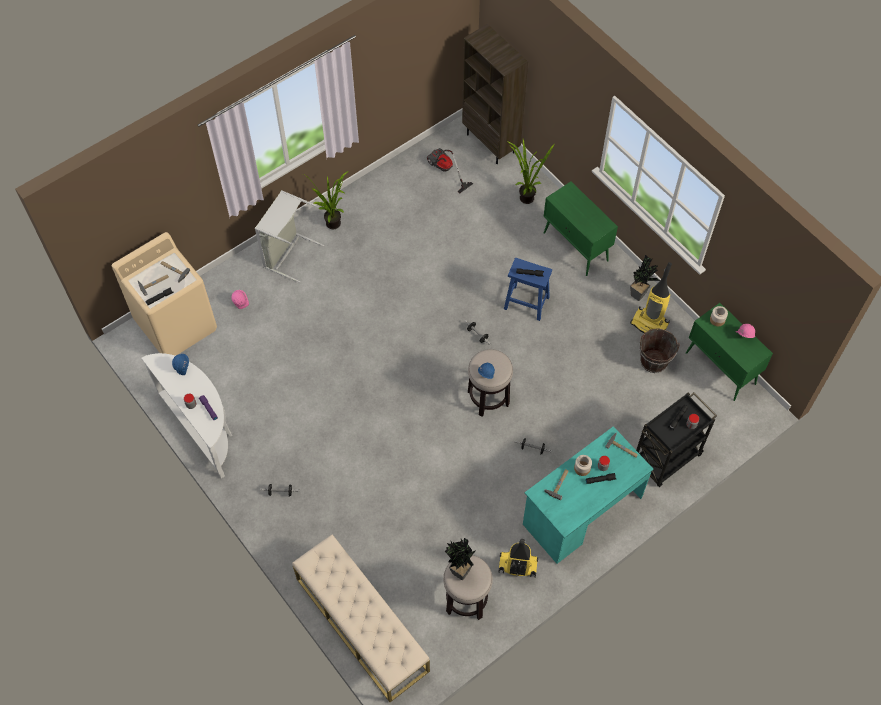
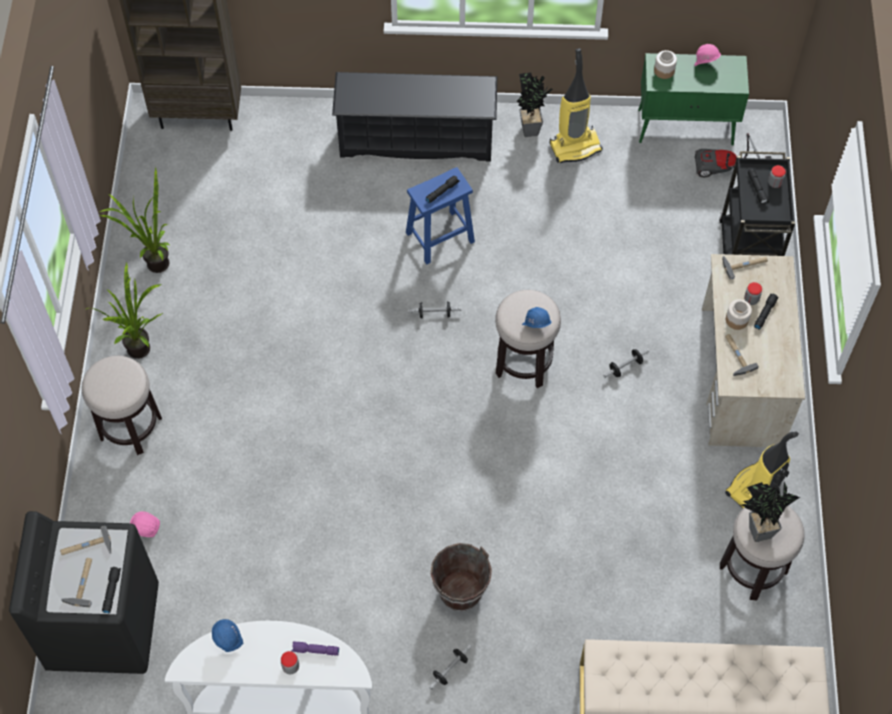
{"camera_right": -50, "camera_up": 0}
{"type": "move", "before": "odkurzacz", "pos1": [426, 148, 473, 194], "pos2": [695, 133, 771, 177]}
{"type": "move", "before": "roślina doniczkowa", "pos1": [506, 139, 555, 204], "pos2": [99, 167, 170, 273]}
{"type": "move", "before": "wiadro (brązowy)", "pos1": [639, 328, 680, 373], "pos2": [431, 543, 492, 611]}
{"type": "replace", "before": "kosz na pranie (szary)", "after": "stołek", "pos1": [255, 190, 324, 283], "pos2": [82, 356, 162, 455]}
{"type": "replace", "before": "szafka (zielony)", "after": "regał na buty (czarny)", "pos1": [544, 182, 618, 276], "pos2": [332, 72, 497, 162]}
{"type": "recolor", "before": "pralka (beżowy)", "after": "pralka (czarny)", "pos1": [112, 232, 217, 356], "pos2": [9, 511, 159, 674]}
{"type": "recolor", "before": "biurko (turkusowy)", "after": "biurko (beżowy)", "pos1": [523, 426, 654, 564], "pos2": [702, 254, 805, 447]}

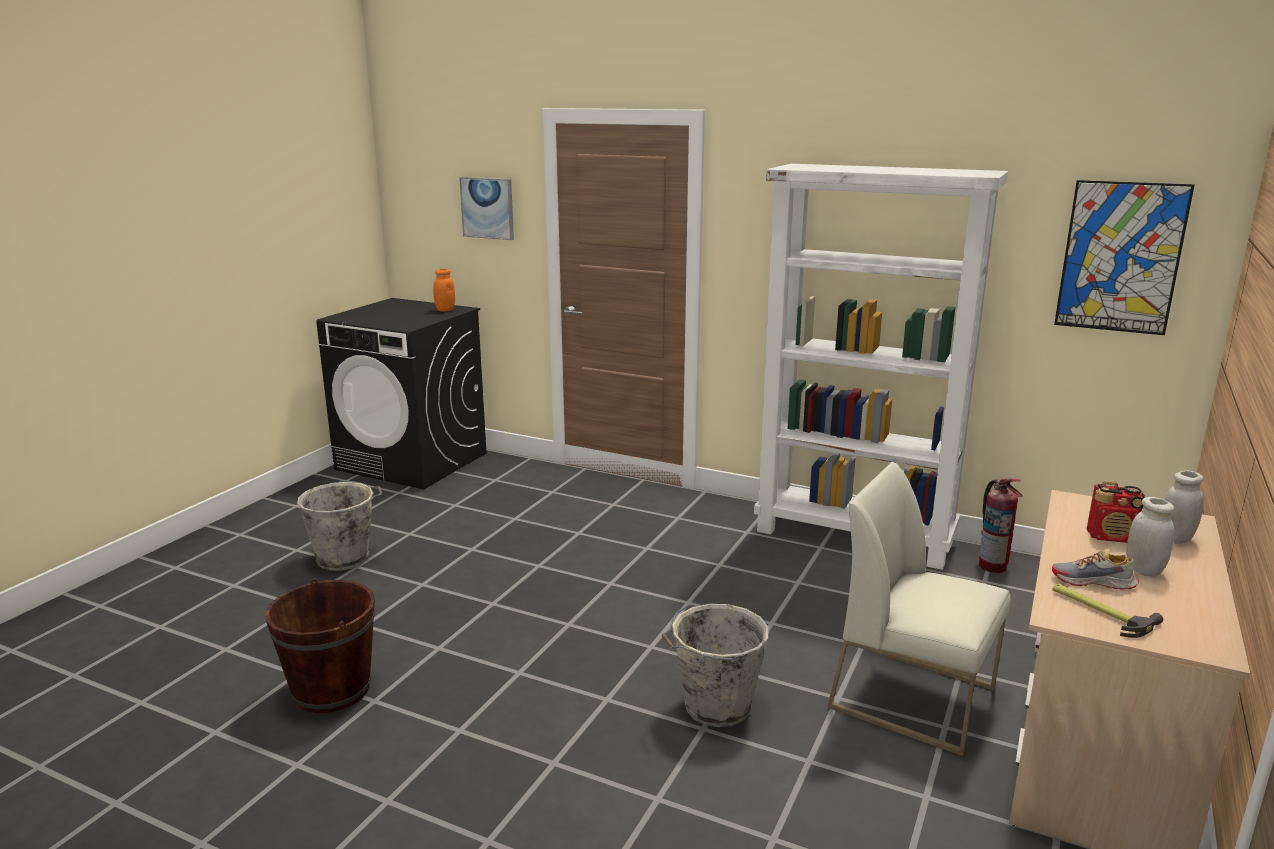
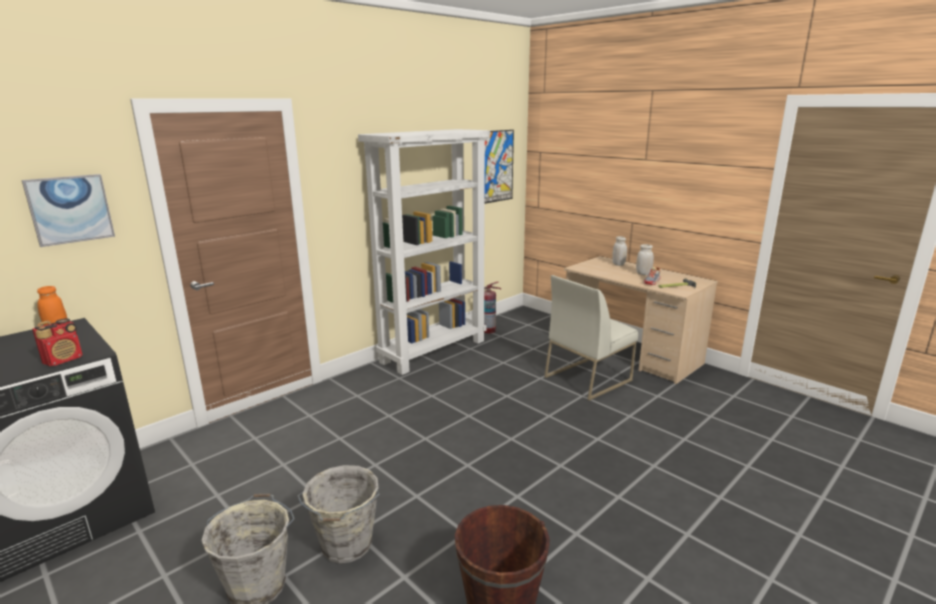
{"camera_right": -70, "camera_up": 0}
{"type": "move", "before": "wiadro (szary)", "pos1": [662, 604, 769, 727], "pos2": [298, 465, 379, 564]}
{"type": "move", "before": "radio", "pos1": [1087, 481, 1145, 543], "pos2": [32, 318, 83, 367]}

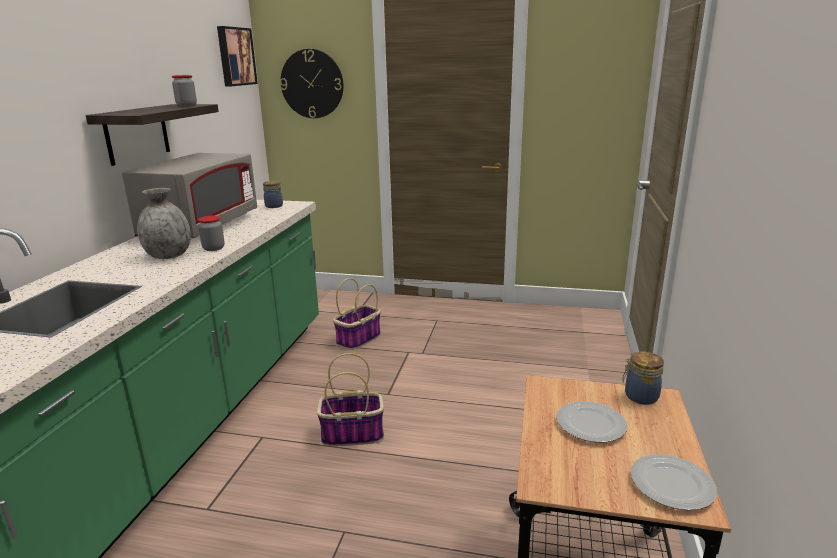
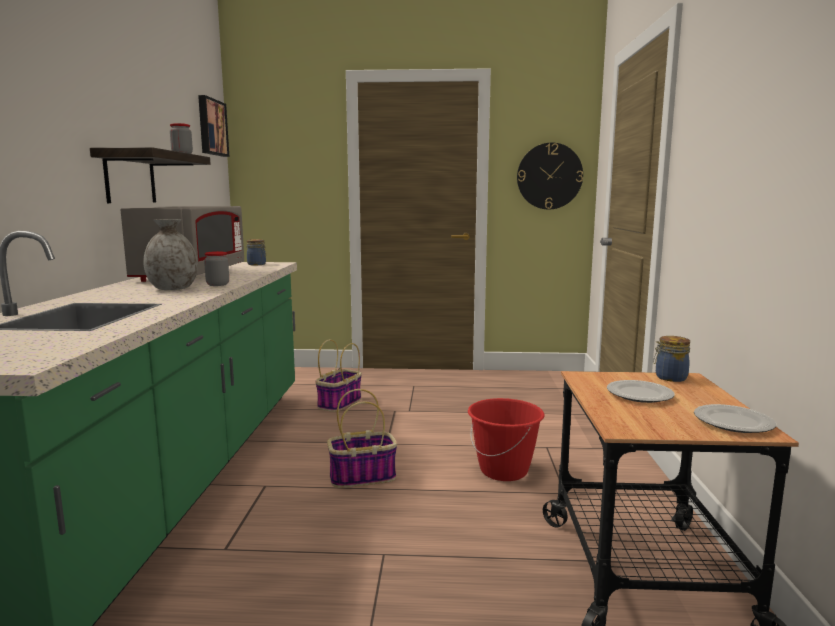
{"camera_right": -10, "camera_up": -10}
{"type": "insert", "after": "wiadro (czerwony)", "pos2": [468, 398, 544, 481]}
{"type": "move", "before": "zegar ścienny", "pos1": [280, 49, 343, 118], "pos2": [517, 143, 583, 209]}

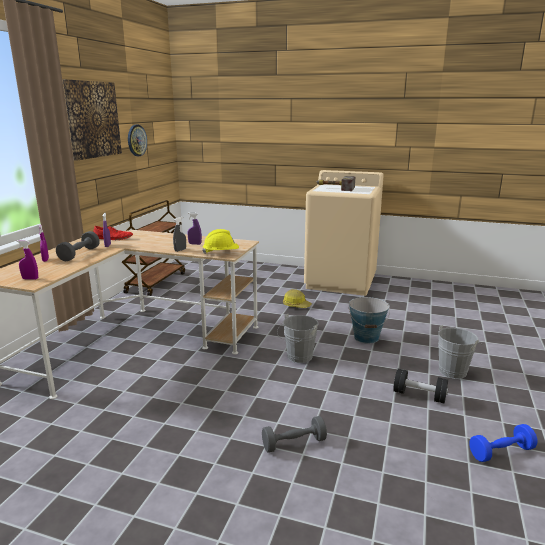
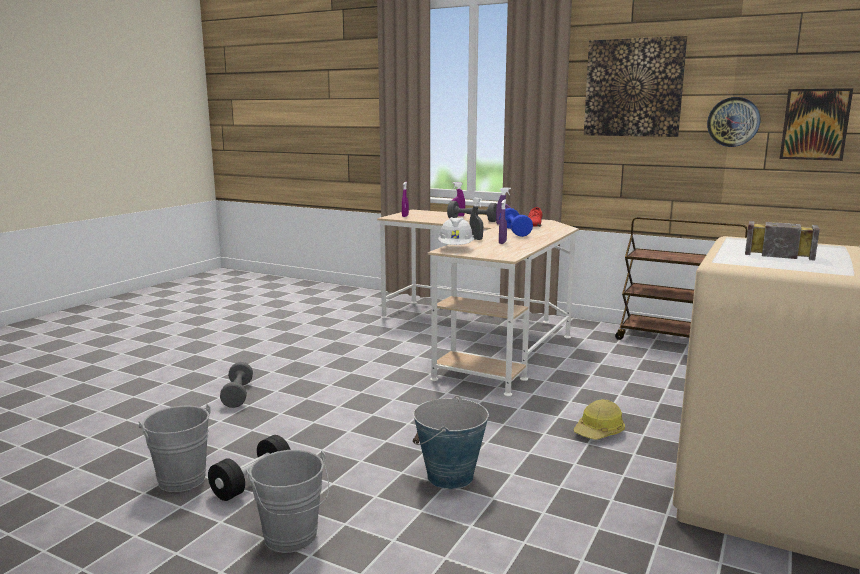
{"camera_right": 100, "camera_up": -5}
{"type": "insert", "after": "obraz", "pos2": [780, 88, 853, 161]}
{"type": "move", "before": "wiadro (szary)", "pos1": [277, 314, 319, 363], "pos2": [139, 404, 211, 492]}
{"type": "move", "before": "hantel (niebieski)", "pos1": [469, 424, 537, 462], "pos2": [499, 208, 533, 237]}
{"type": "recolor", "before": "kask (żółty)", "after": "kask (biały)", "pos1": [203, 229, 239, 254], "pos2": [438, 217, 474, 245]}

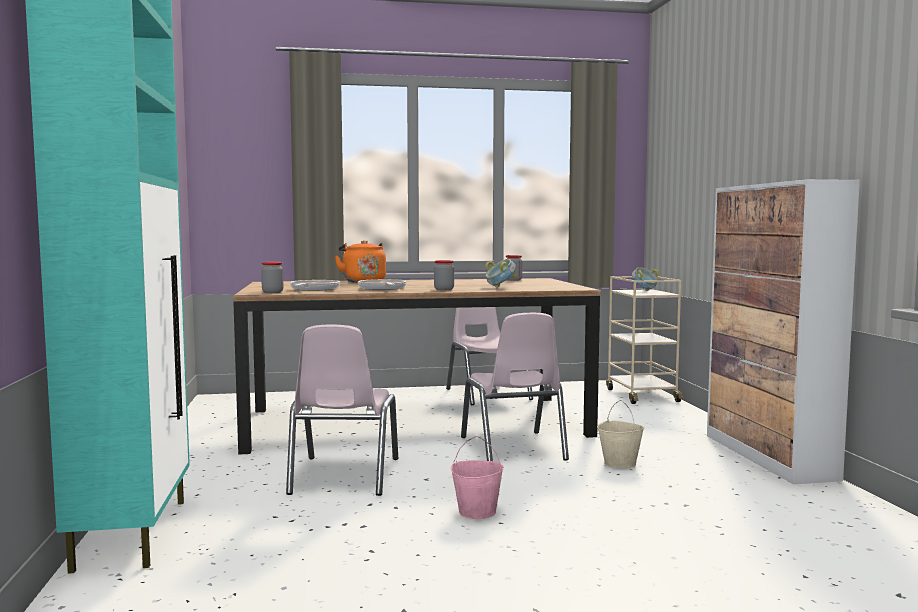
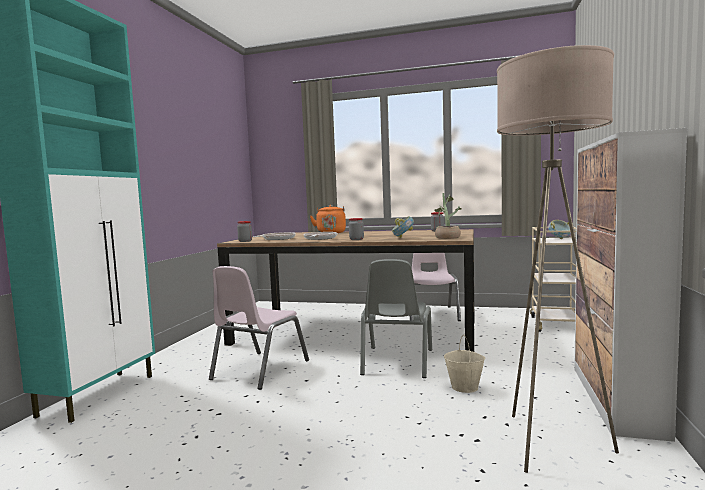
{"camera_right": 25, "camera_up": 0}
{"type": "delete", "before": "wiadro (różowy)", "pos1": [450, 436, 504, 519]}
{"type": "insert", "after": "roślina doniczkowa", "pos2": [434, 193, 462, 239]}
{"type": "insert", "after": "lampa stojąca (beżowy)", "pos2": [497, 45, 619, 473]}
{"type": "recolor", "before": "krzesło (różowy)", "after": "krzesło (szary)", "pos1": [461, 313, 569, 461], "pos2": [360, 259, 432, 378]}

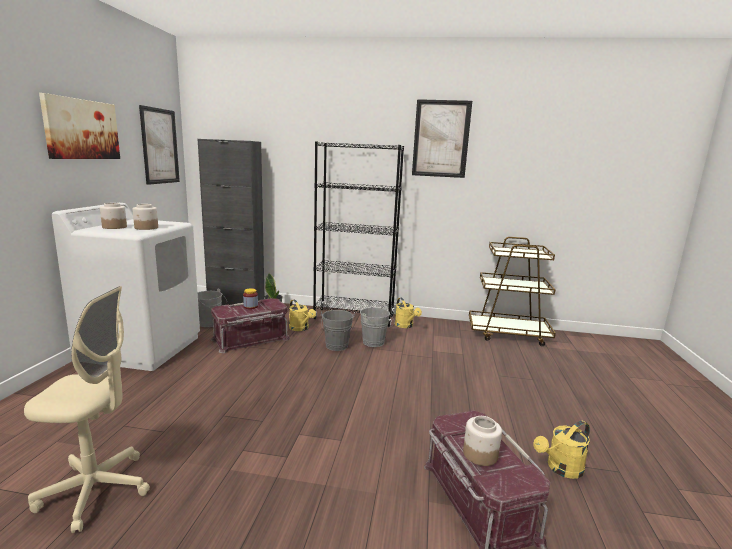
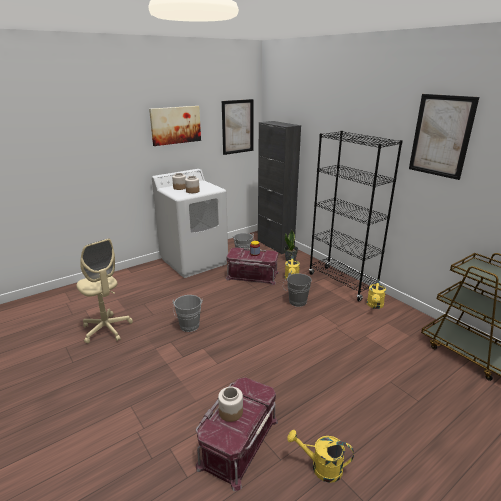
{"camera_right": 45, "camera_up": 10}
{"type": "move", "before": "wiadro (szary)", "pos1": [360, 306, 395, 347], "pos2": [173, 295, 203, 332]}

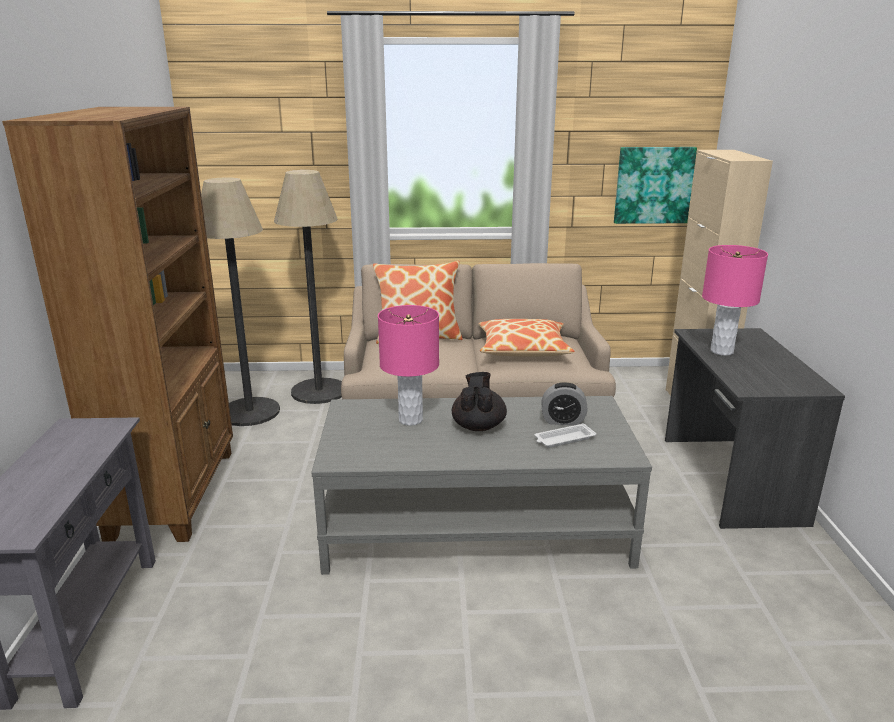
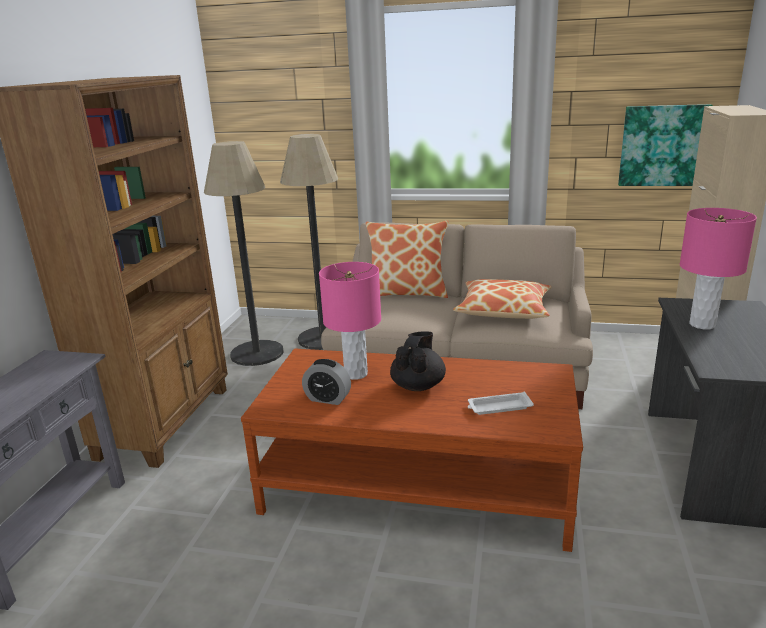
{"camera_right": 15, "camera_up": 0}
{"type": "move", "before": "budzik", "pos1": [541, 382, 587, 425], "pos2": [302, 359, 351, 405]}
{"type": "recolor", "before": "ława (szary)", "after": "ława (brązowy)", "pos1": [311, 396, 652, 575], "pos2": [241, 348, 583, 552]}

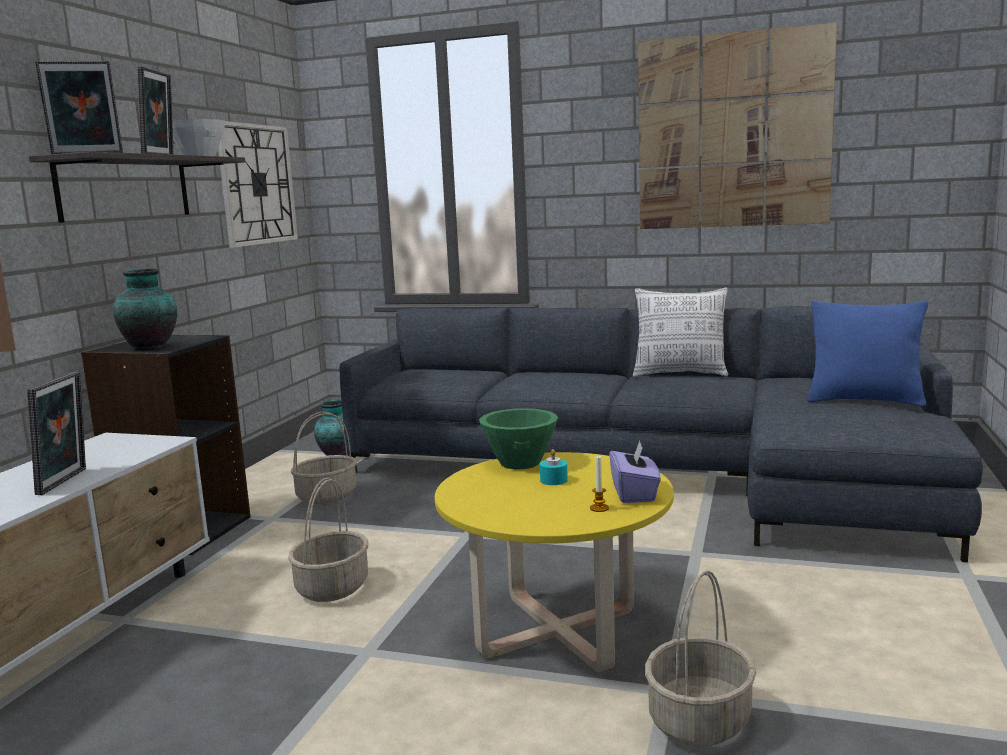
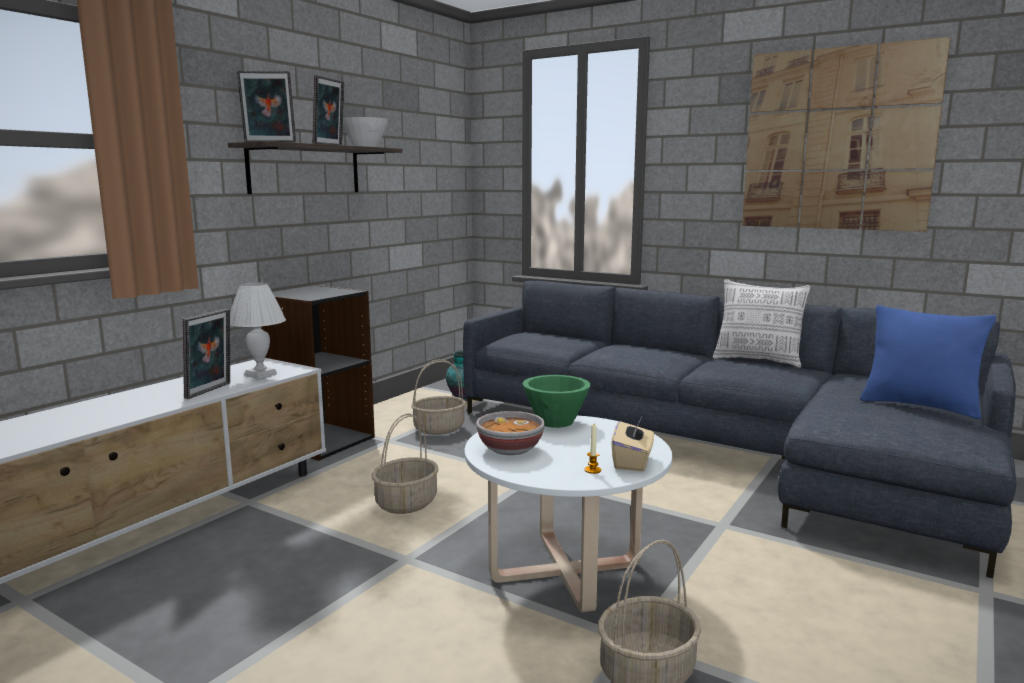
{"camera_right": 15, "camera_up": 0}
{"type": "delete", "before": "wazon", "pos1": [113, 269, 177, 351]}
{"type": "delete", "before": "zegar ścienny", "pos1": [218, 121, 298, 248]}
{"type": "delete", "before": "świeca (turkusowy)", "pos1": [540, 449, 568, 485]}
{"type": "insert", "after": "lampa stołowa (biały)", "pos2": [230, 283, 286, 379]}
{"type": "insert", "after": "miska", "pos2": [476, 411, 545, 455]}
{"type": "recolor", "before": "ława (żółty)", "after": "ława (biały)", "pos1": [435, 452, 674, 672], "pos2": [465, 416, 672, 613]}
{"type": "recolor", "before": "pudełko chusteczek (fioletowy)", "after": "pudełko chusteczek (beżowy)", "pos1": [609, 441, 661, 503], "pos2": [612, 415, 654, 471]}

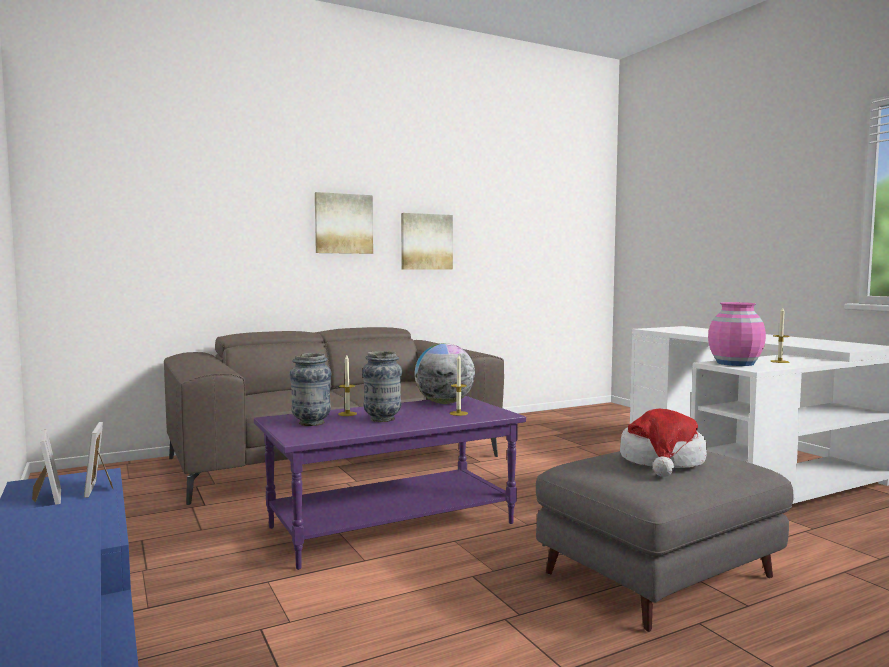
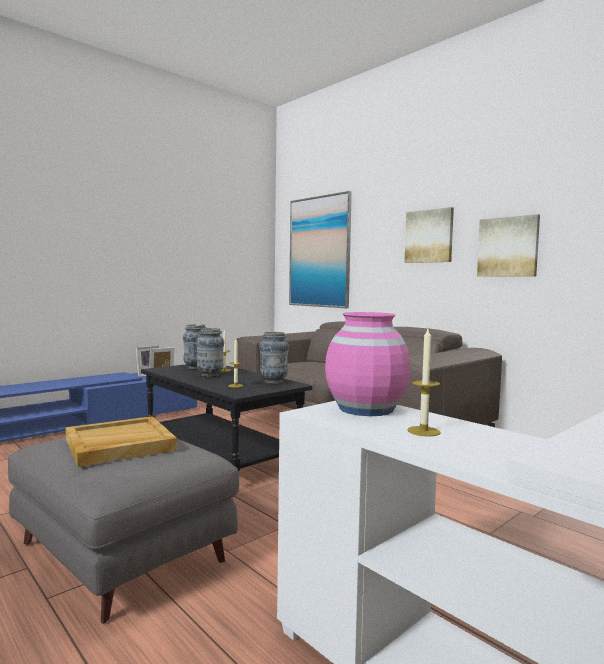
{"camera_right": 75, "camera_up": 0}
{"type": "insert", "after": "obraz", "pos2": [289, 191, 352, 308]}
{"type": "replace", "before": "globus", "after": "wazon", "pos1": [415, 343, 475, 404], "pos2": [259, 332, 289, 384]}
{"type": "replace", "before": "kapelusz", "after": "taca (beżowy)", "pos1": [620, 409, 707, 477], "pos2": [66, 416, 177, 467]}
{"type": "recolor", "before": "ława (fioletowy)", "after": "ława (czarny)", "pos1": [254, 396, 526, 570], "pos2": [141, 364, 312, 472]}

